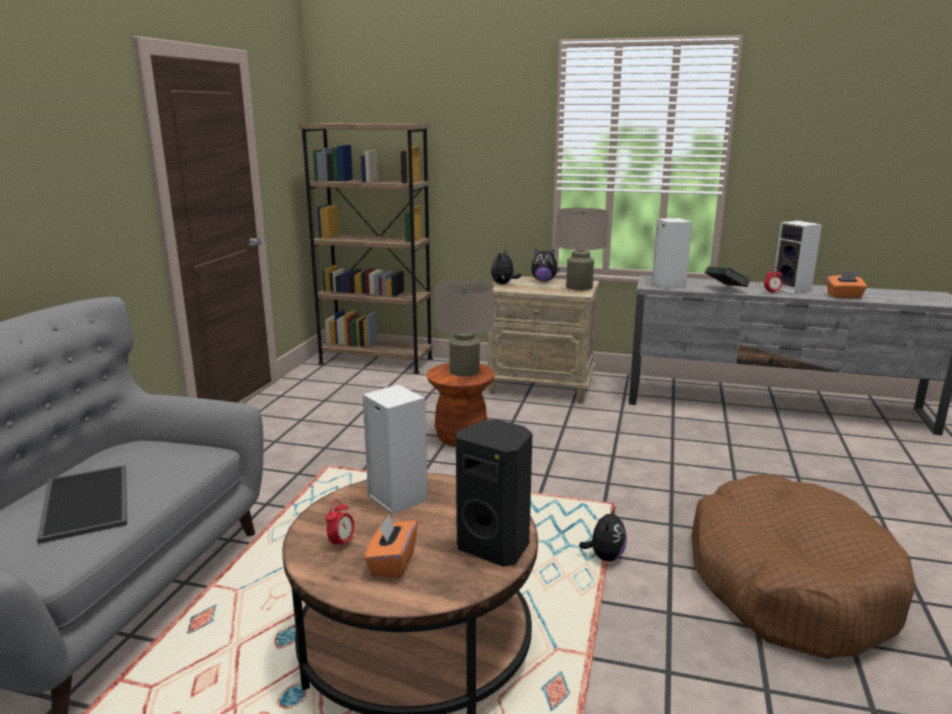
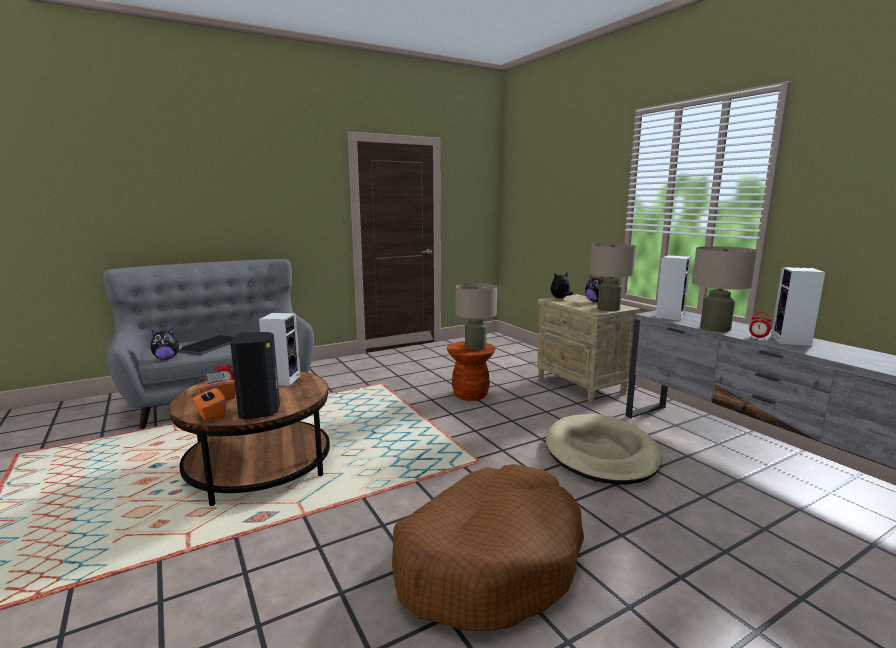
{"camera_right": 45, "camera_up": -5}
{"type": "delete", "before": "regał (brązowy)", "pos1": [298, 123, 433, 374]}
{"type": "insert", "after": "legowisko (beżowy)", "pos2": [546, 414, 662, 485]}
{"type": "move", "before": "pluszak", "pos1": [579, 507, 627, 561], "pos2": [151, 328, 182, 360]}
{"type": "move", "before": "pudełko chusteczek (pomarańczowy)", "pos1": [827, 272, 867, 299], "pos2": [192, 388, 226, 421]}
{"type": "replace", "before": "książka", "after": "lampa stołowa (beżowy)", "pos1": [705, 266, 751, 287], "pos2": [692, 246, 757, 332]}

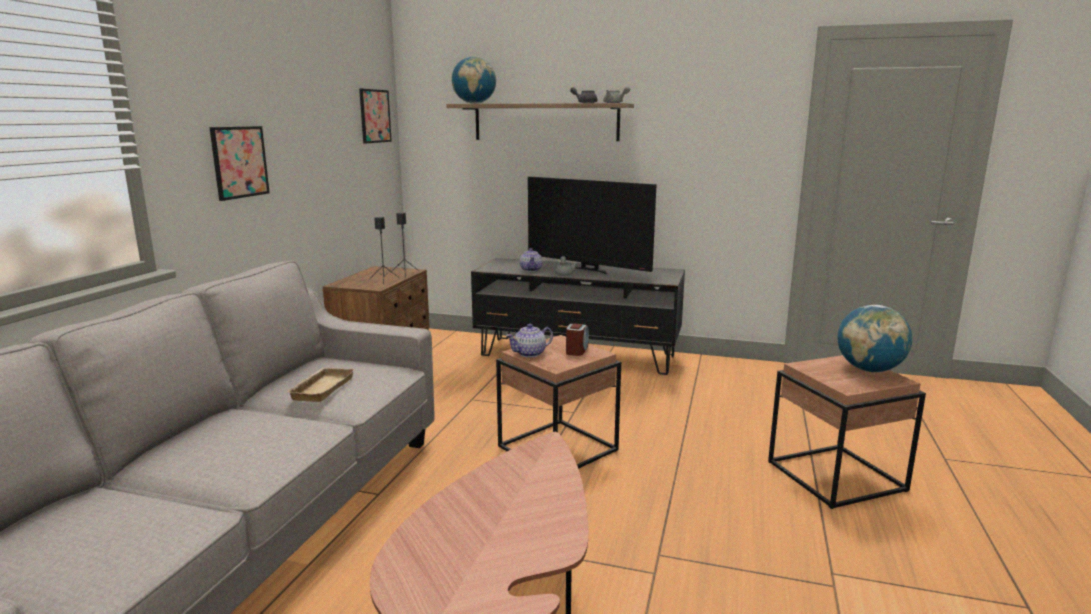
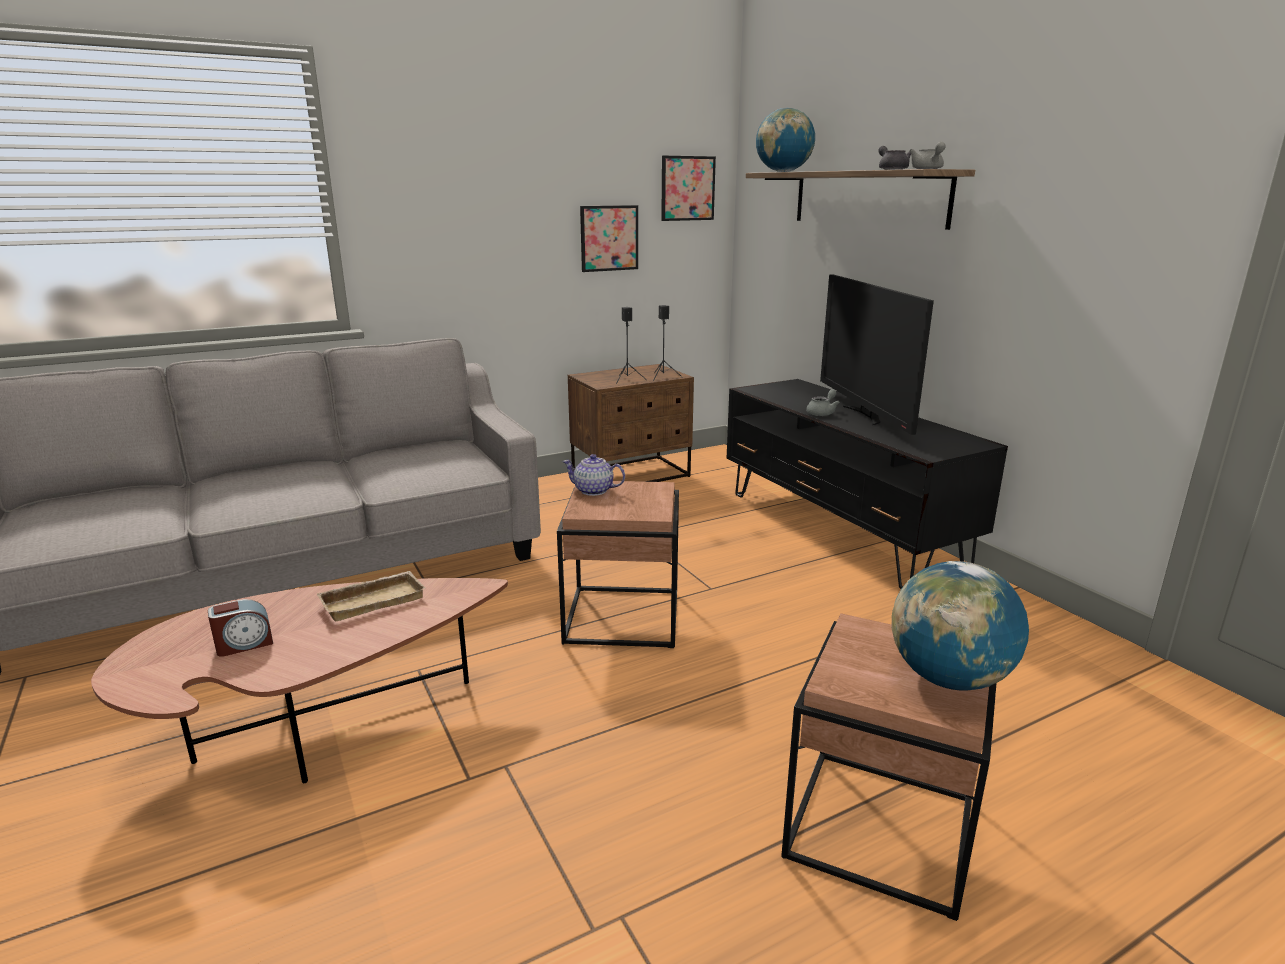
{"camera_right": 45, "camera_up": 5}
{"type": "delete", "before": "imbryk", "pos1": [520, 248, 542, 272]}
{"type": "move", "before": "obraz", "pos1": [209, 126, 270, 201], "pos2": [580, 205, 638, 272]}
{"type": "move", "before": "taca (beżowy)", "pos1": [287, 368, 354, 402], "pos2": [316, 571, 425, 621]}
{"type": "move", "before": "budzik", "pos1": [566, 324, 589, 356], "pos2": [208, 599, 273, 657]}

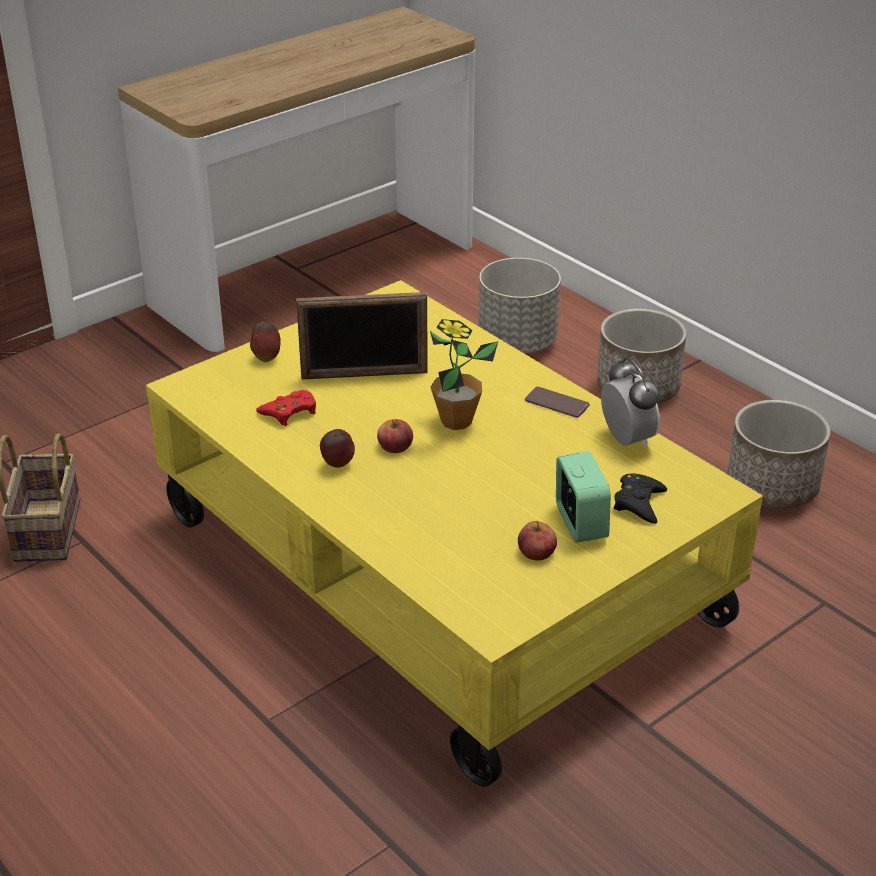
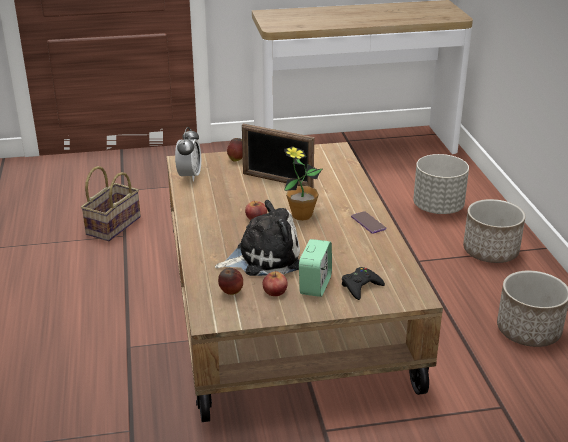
{"camera_right": 30, "camera_up": -5}
{"type": "delete", "before": "pad do gier (czerwony)", "pos1": [256, 390, 316, 426]}
{"type": "insert", "after": "pluszak", "pos2": [215, 200, 300, 276]}
{"type": "move", "before": "jabłko", "pos1": [320, 429, 355, 468], "pos2": [218, 268, 243, 295]}
{"type": "move", "before": "budzik", "pos1": [601, 357, 660, 448], "pos2": [175, 127, 201, 181]}
{"type": "recolor", "before": "ława (żółty)", "after": "ława (brązowy)", "pos1": [146, 280, 763, 787], "pos2": [166, 142, 443, 422]}

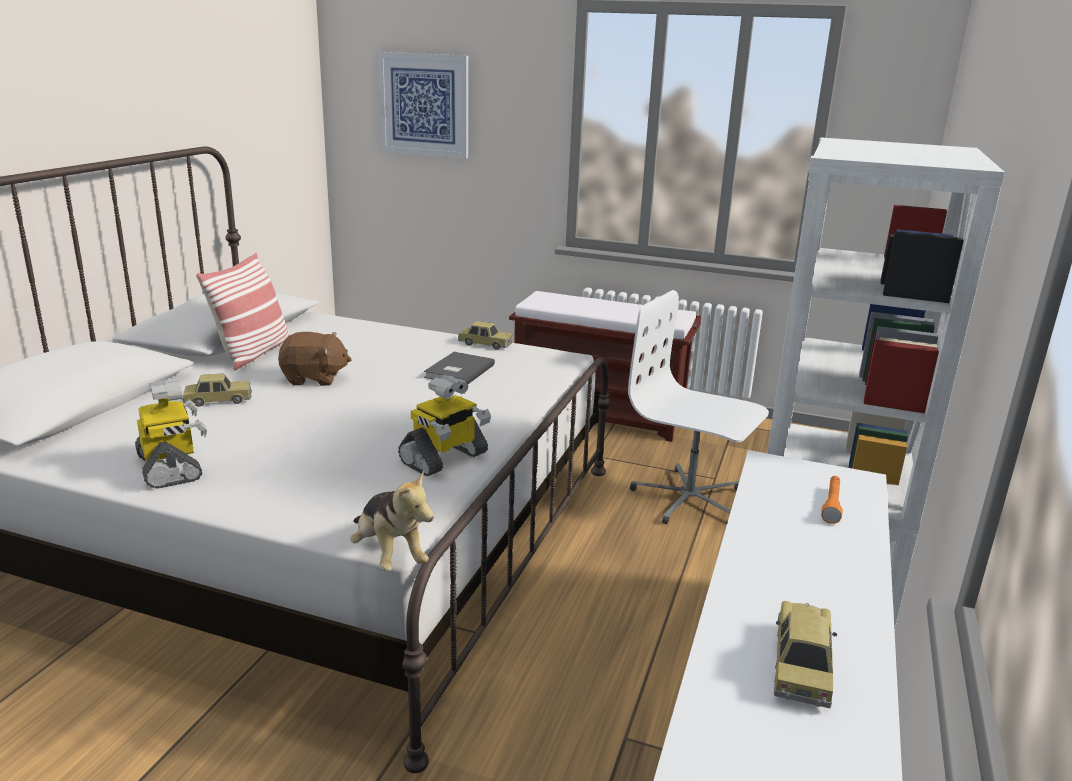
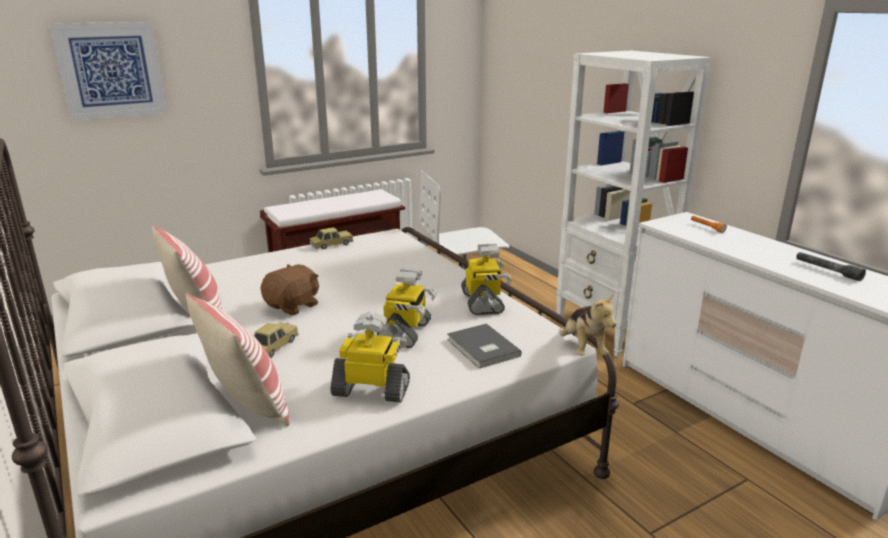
{"camera_right": -50, "camera_up": 0}
{"type": "insert", "after": "poduszka", "pos2": [185, 292, 289, 426]}
{"type": "insert", "after": "robot zabawkowy", "pos2": [377, 269, 437, 348]}
{"type": "move", "before": "książka (szary)", "pos1": [424, 352, 495, 384], "pos2": [447, 324, 521, 369]}
{"type": "replace", "before": "samochodzik", "after": "latarka (szary)", "pos1": [774, 601, 837, 708], "pos2": [796, 252, 866, 281]}
{"type": "rotate", "before": "pluszak", "pos1": [350, 470, 434, 571], "pos2": [560, 294, 616, 356], "turn": 75}

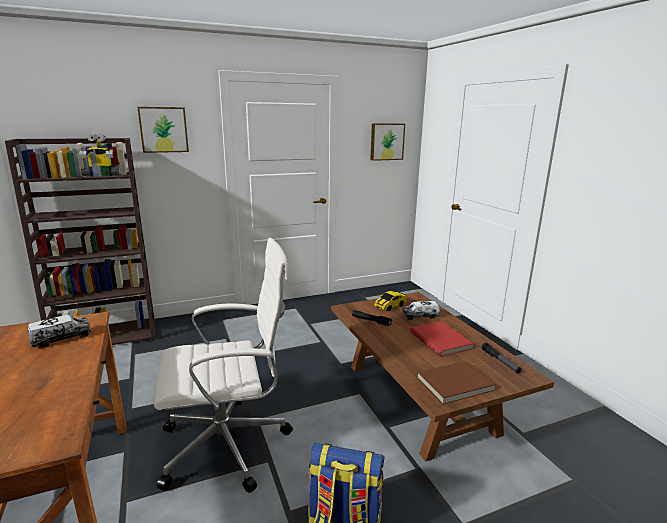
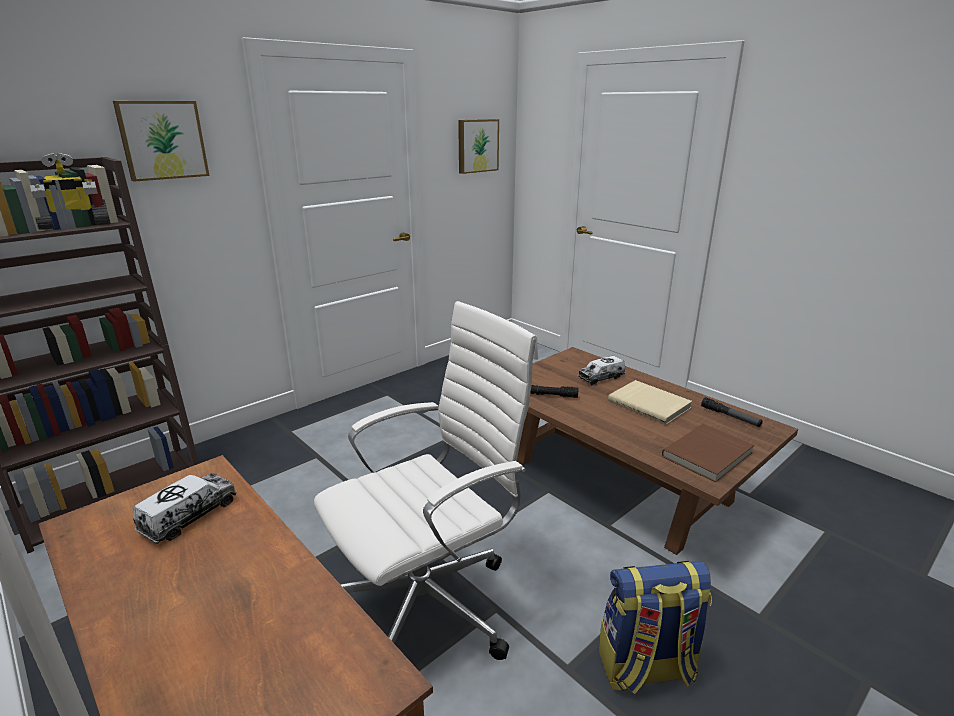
{"camera_right": -20, "camera_up": 5}
{"type": "delete", "before": "samochodzik", "pos1": [374, 291, 407, 311]}
{"type": "recolor", "before": "książka (czerwony)", "after": "książka (beżowy)", "pos1": [410, 321, 474, 357], "pos2": [608, 380, 692, 425]}

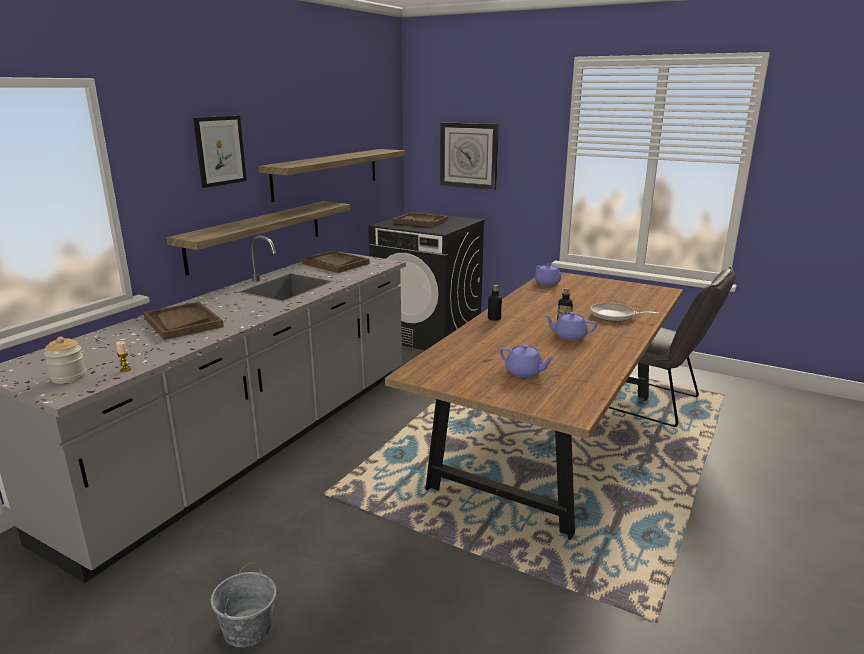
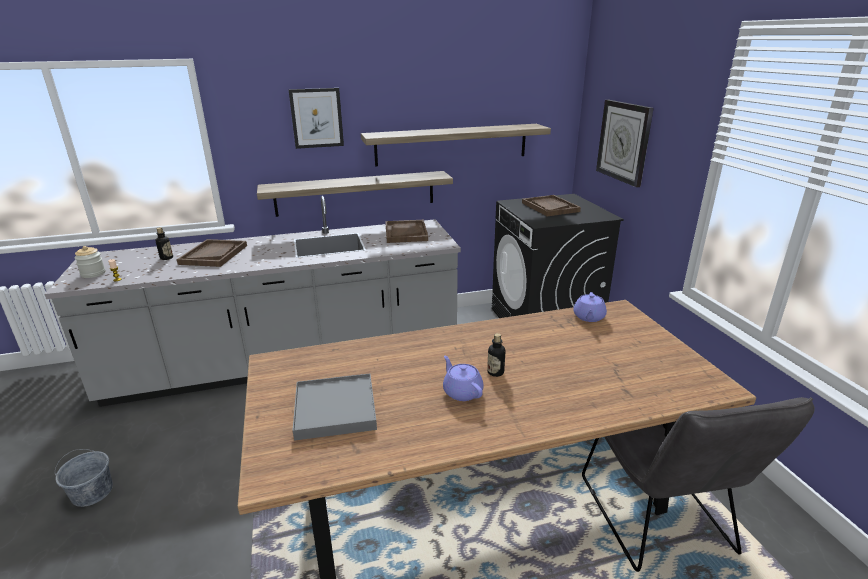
{"camera_right": 45, "camera_up": 5}
{"type": "delete", "before": "patelnia", "pos1": [590, 303, 659, 321]}
{"type": "move", "before": "butelka", "pos1": [488, 285, 502, 321], "pos2": [155, 227, 173, 260]}
{"type": "replace", "before": "imbryk (fioletowy)", "after": "taca (szary)", "pos1": [499, 344, 555, 377], "pos2": [293, 373, 377, 441]}

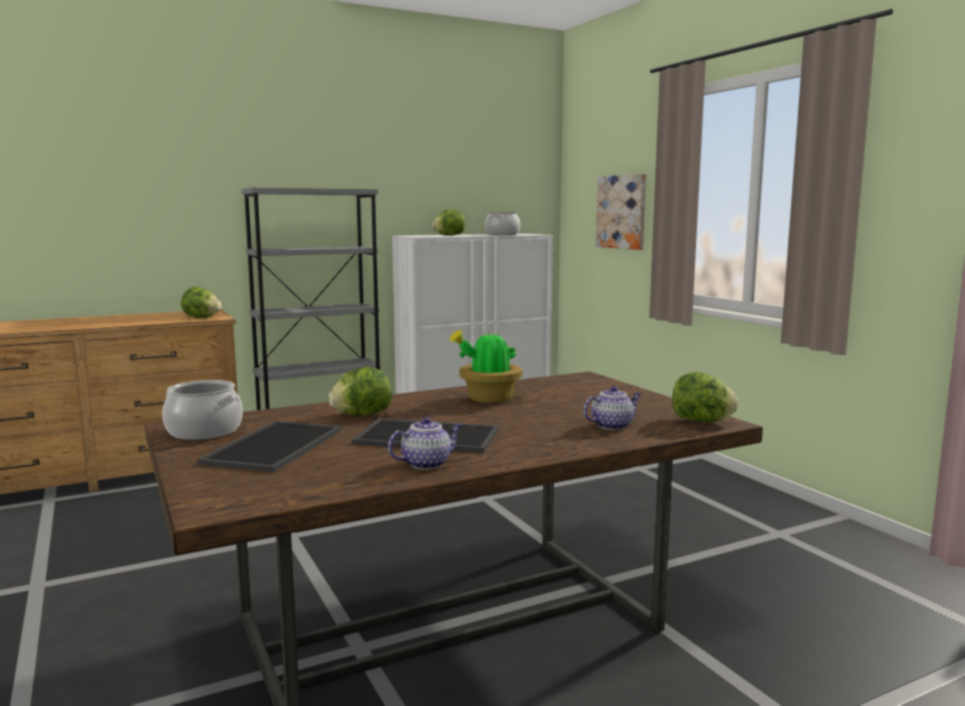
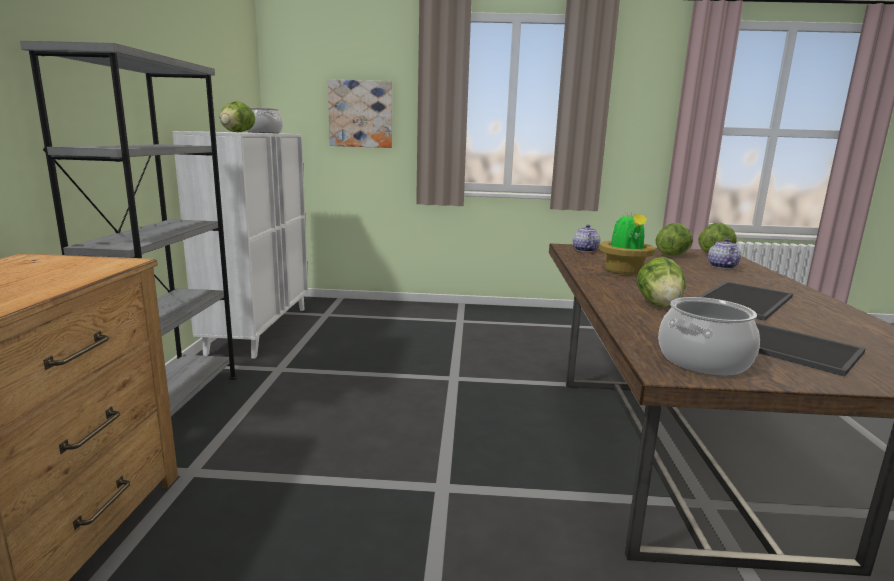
{"camera_right": -60, "camera_up": 5}
{"type": "move", "before": "sałata", "pos1": [181, 287, 222, 318], "pos2": [655, 223, 693, 256]}
{"type": "move", "before": "imbryk", "pos1": [388, 417, 462, 470], "pos2": [573, 225, 600, 252]}

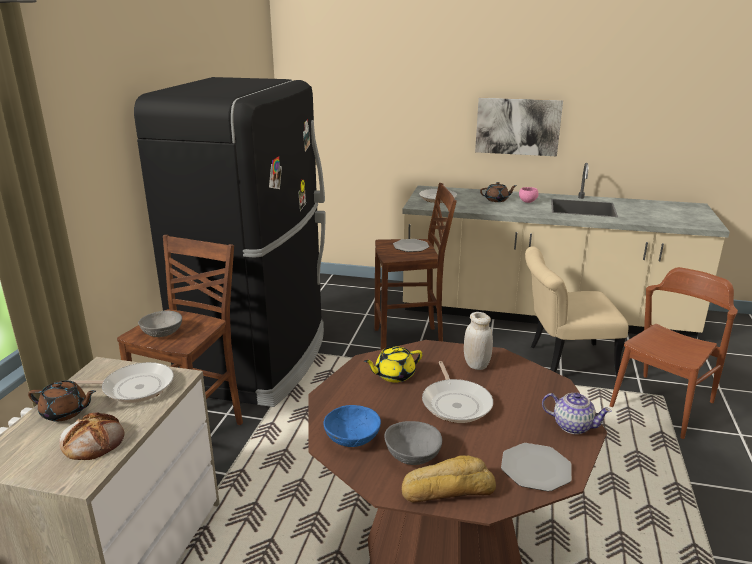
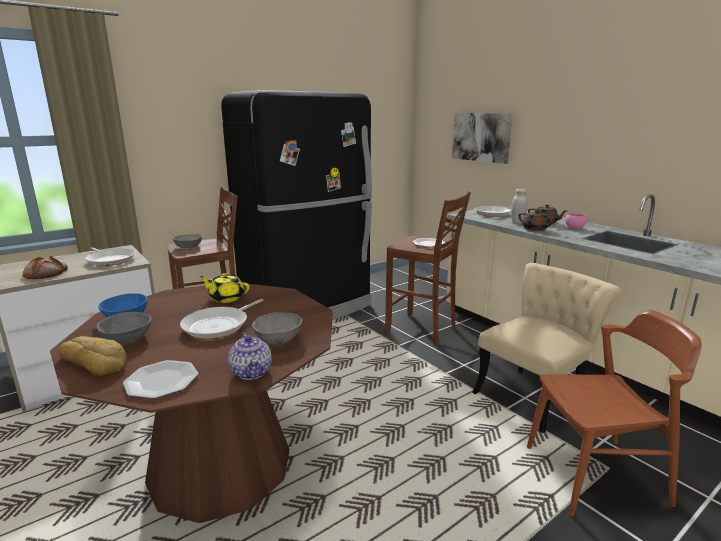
{"camera_right": 40, "camera_up": -5}
{"type": "insert", "after": "miska (szary)", "pos2": [252, 312, 302, 344]}
{"type": "move", "before": "imbryk (brązowy)", "pos1": [28, 381, 96, 421], "pos2": [518, 210, 558, 231]}
{"type": "move", "before": "słoik (biały)", "pos1": [464, 312, 493, 370], "pos2": [511, 188, 528, 223]}
{"type": "move", "before": "obraz", "pos1": [475, 98, 563, 156], "pos2": [452, 113, 513, 164]}
{"type": "rotate", "before": "krzesło (beżowy)", "pos1": [525, 246, 629, 377], "pos2": [472, 263, 622, 433], "turn": 105}

